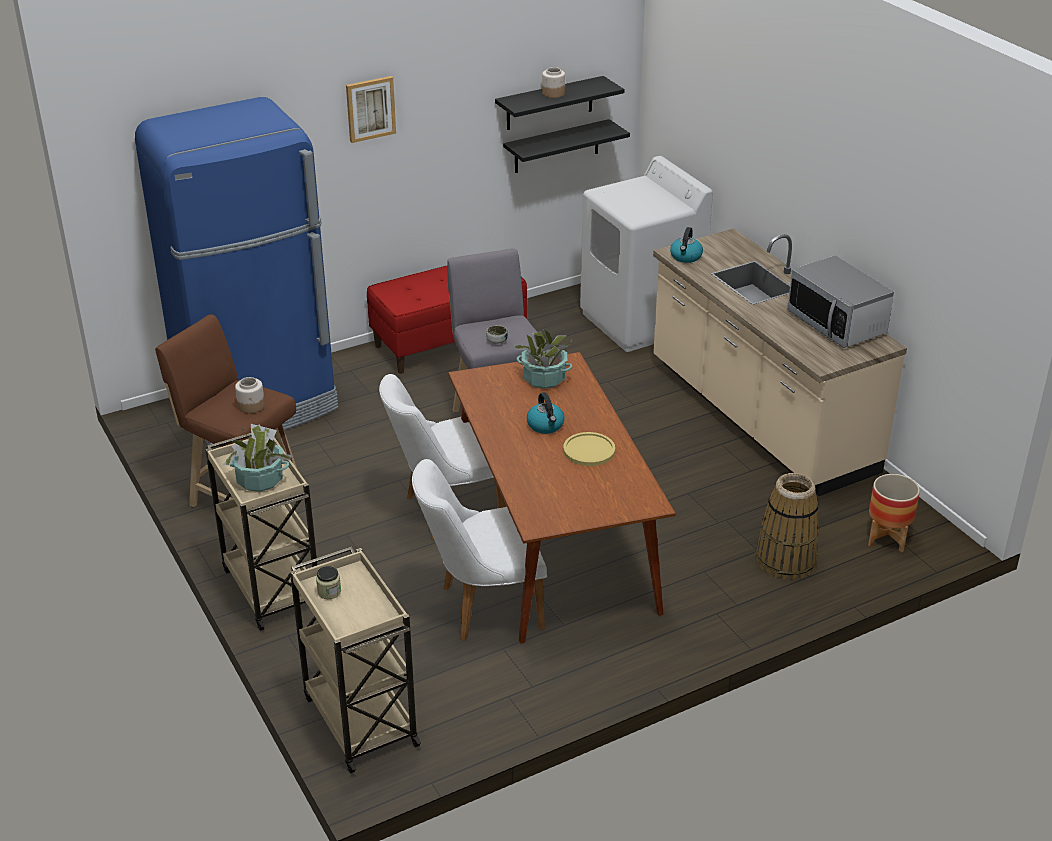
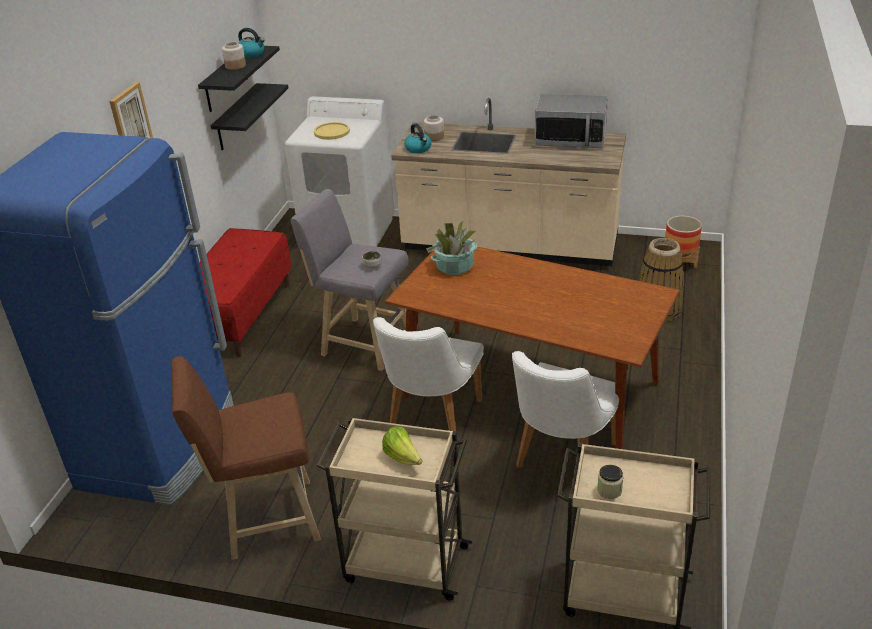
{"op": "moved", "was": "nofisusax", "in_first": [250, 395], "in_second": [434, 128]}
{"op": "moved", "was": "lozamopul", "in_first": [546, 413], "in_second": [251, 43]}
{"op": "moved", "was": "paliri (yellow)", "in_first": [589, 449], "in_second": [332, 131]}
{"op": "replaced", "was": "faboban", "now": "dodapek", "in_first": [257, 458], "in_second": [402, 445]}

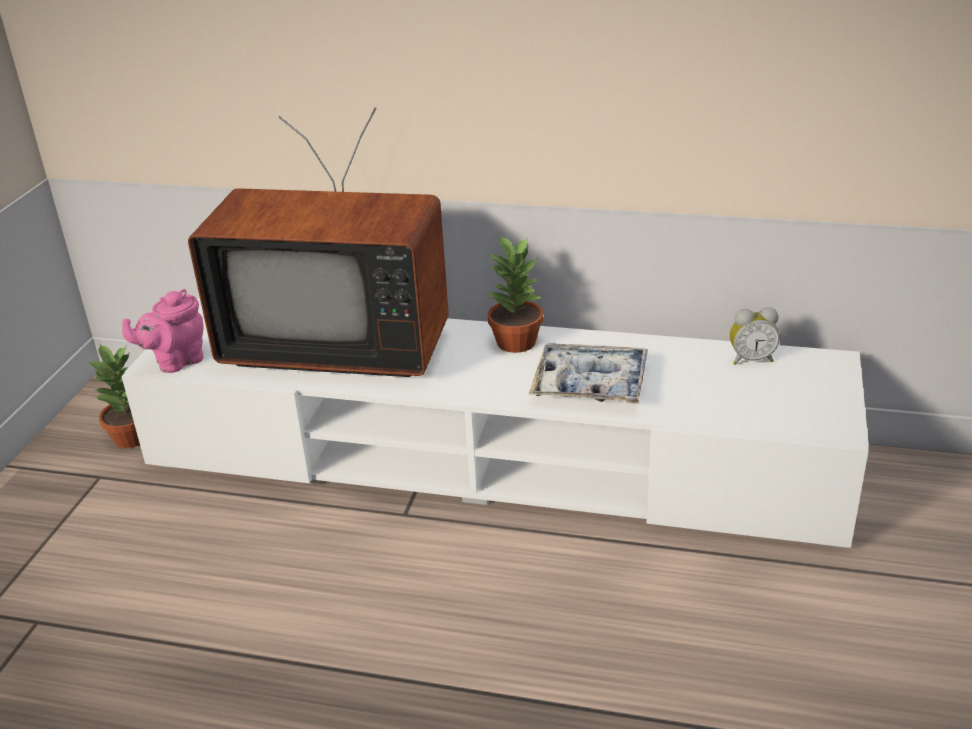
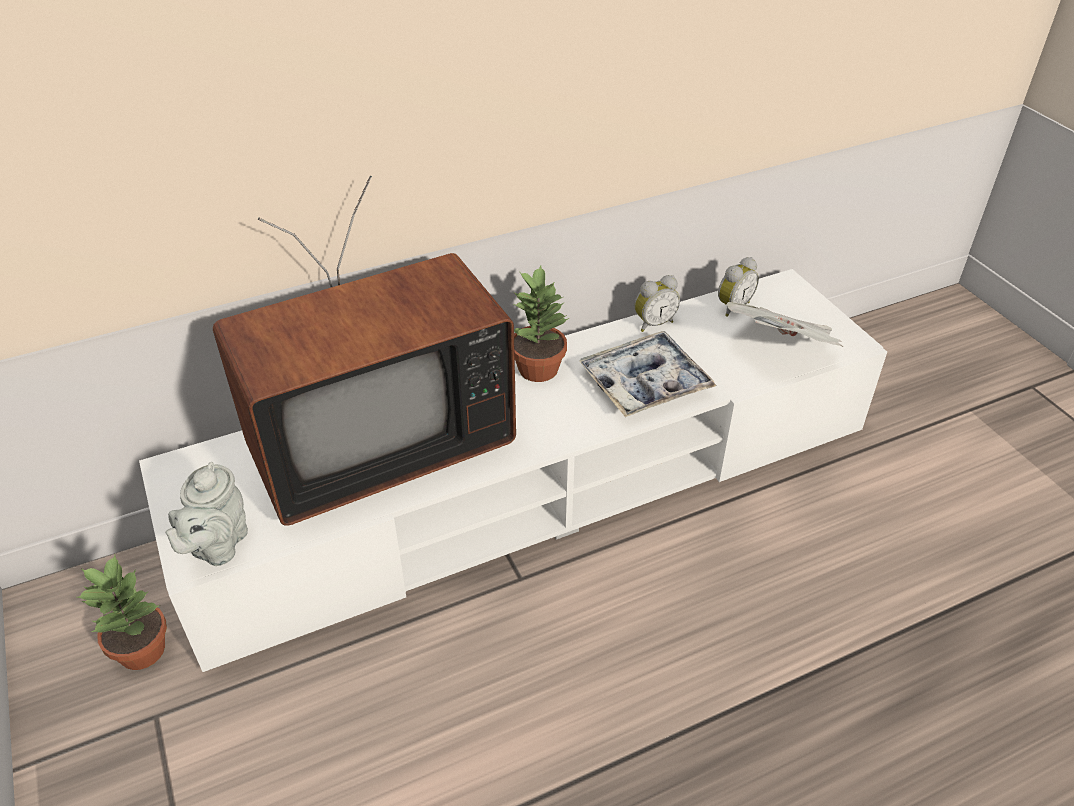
{"op": "added", "now": "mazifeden", "in_second": [657, 303]}
{"op": "added", "now": "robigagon", "in_second": [785, 324]}
{"op": "recoloured", "was": "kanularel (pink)", "now": "kanularel (grey)", "in_first": [163, 331], "in_second": [206, 514]}

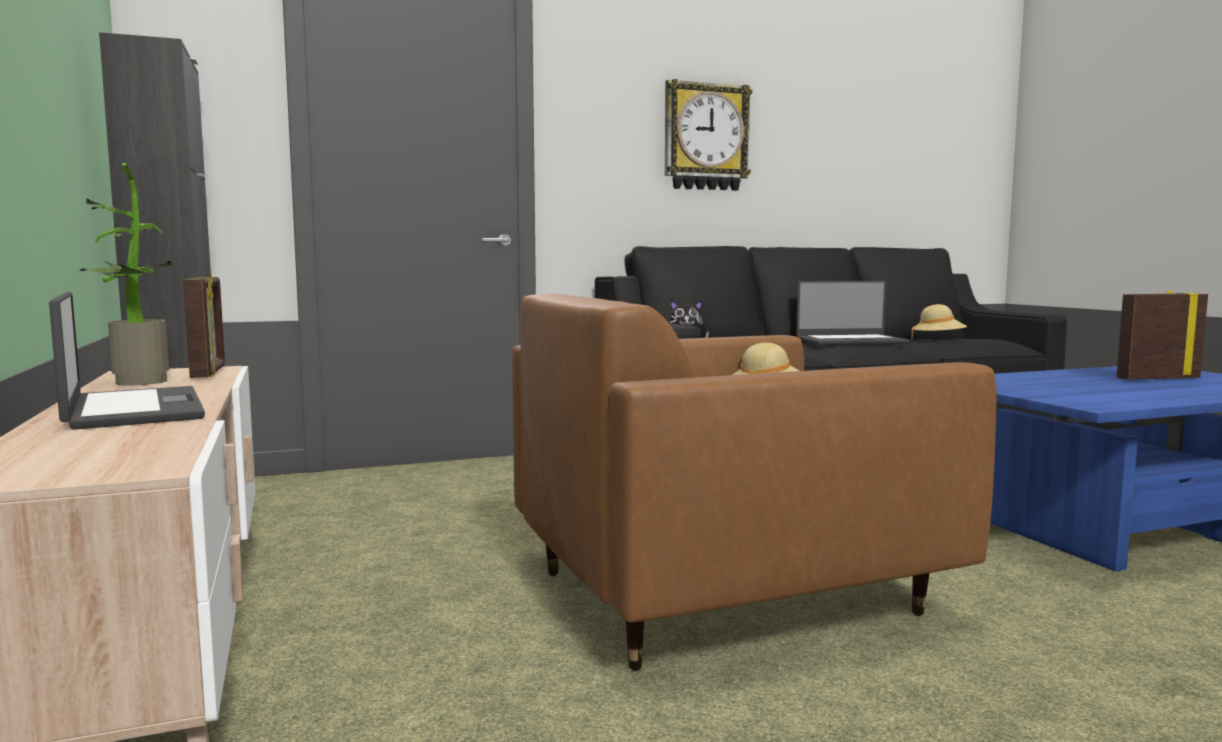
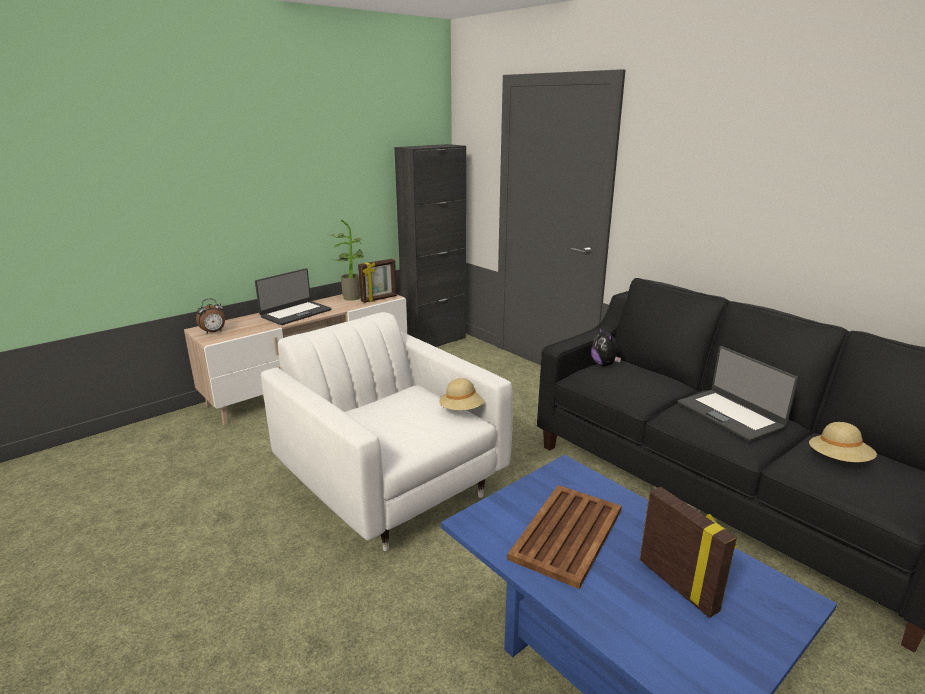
{"op": "removed", "was": "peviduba", "in_first": [708, 135]}
{"op": "added", "now": "mazifeden", "in_second": [210, 316]}
{"op": "added", "now": "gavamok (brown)", "in_second": [564, 537]}
{"op": "recoloured", "was": "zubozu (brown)", "now": "zubozu (white)", "in_first": [754, 482], "in_second": [387, 431]}

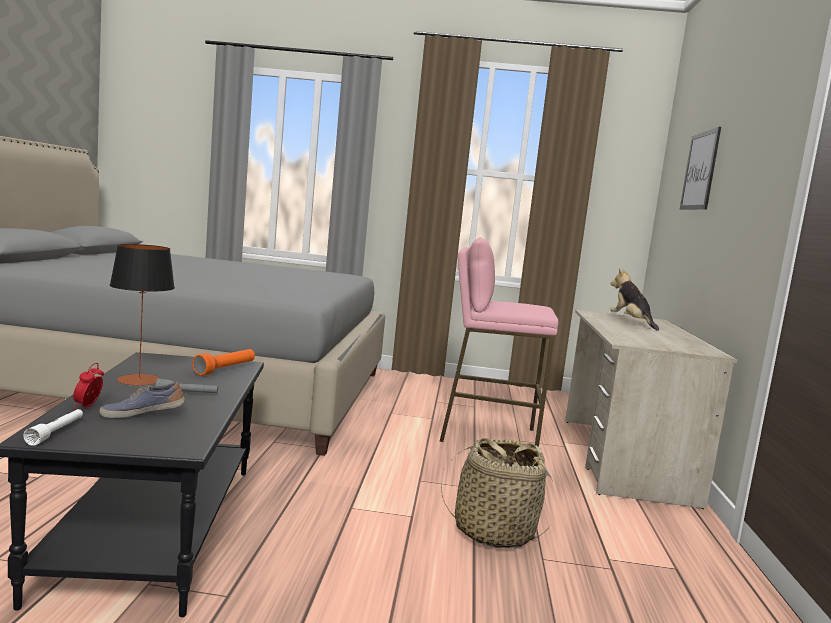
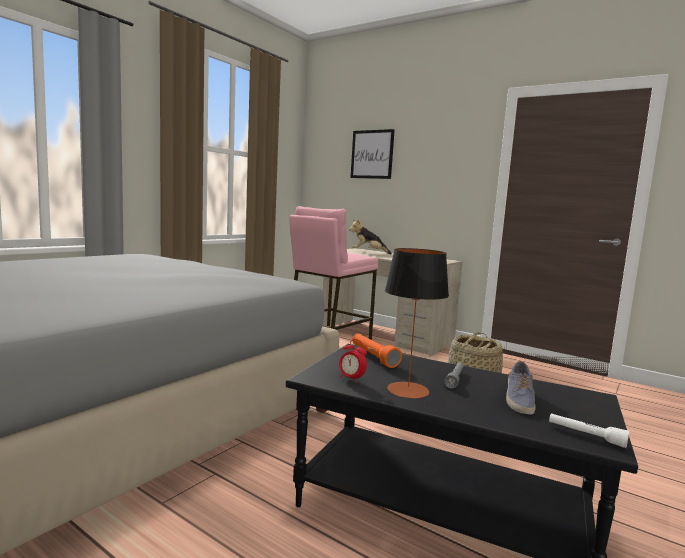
{"op": "moved", "was": "mazifeden", "in_first": [88, 386], "in_second": [353, 361]}

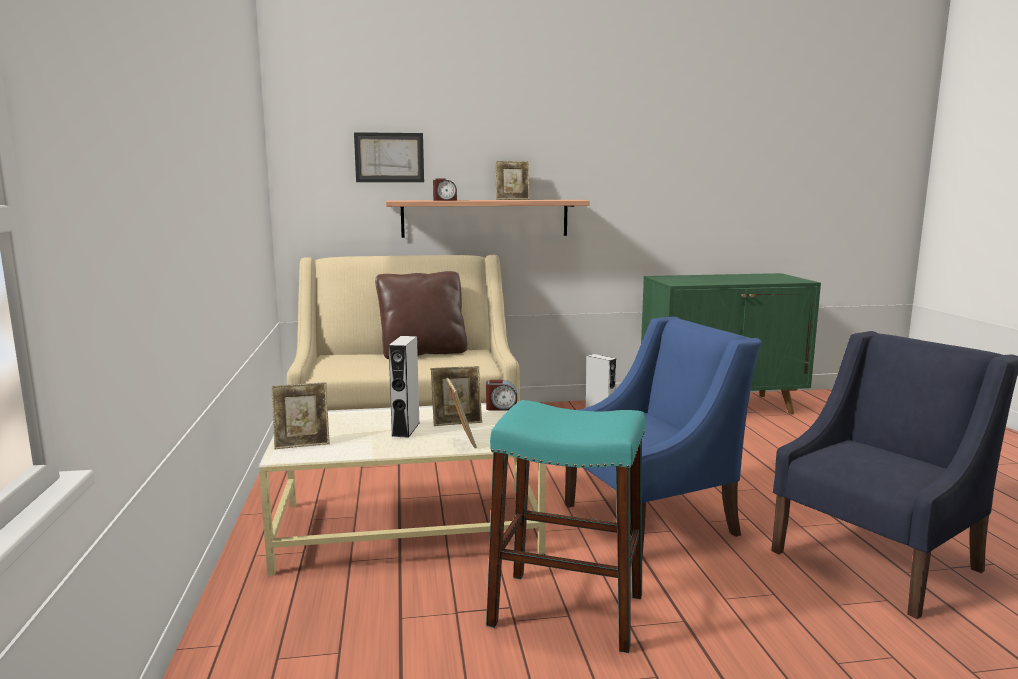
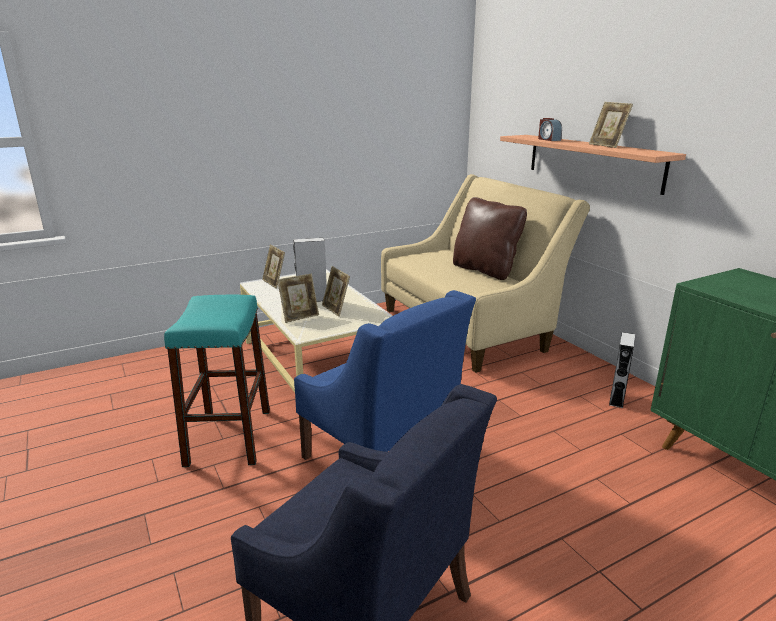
{"op": "removed", "was": "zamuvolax", "in_first": [389, 157]}
{"op": "removed", "was": "mazifeden", "in_first": [501, 395]}

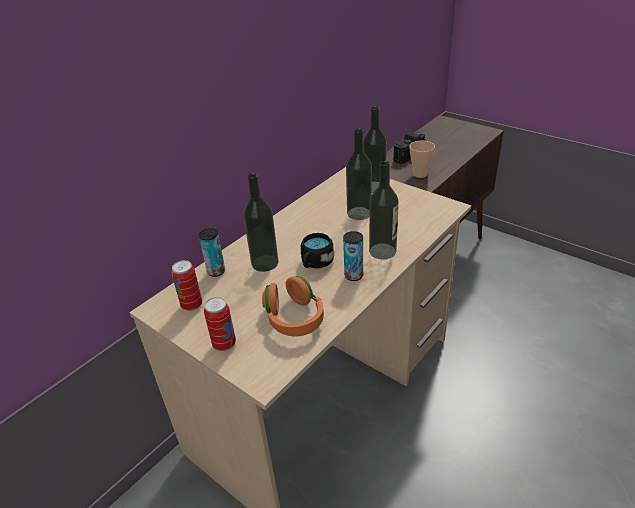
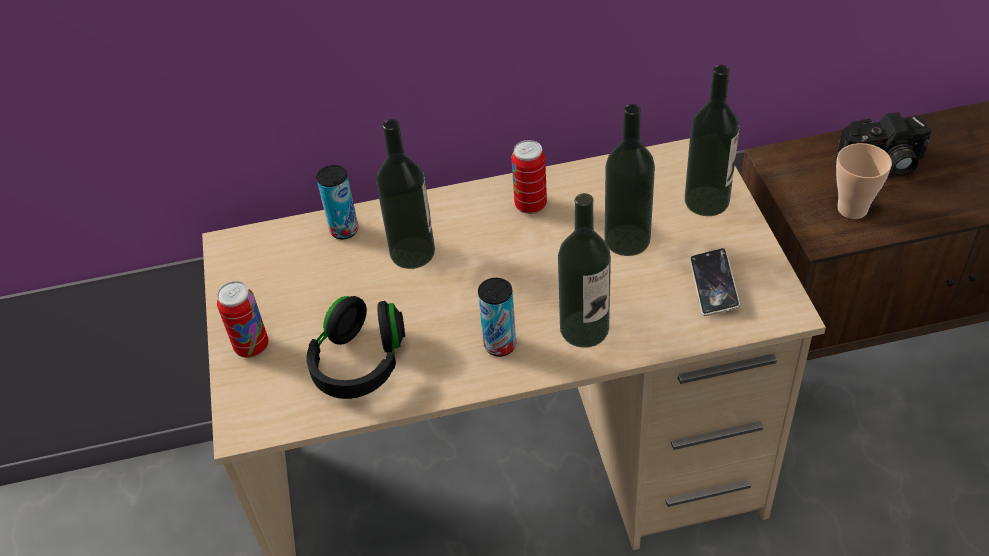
{"op": "removed", "was": "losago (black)", "in_first": [317, 250]}
{"op": "added", "now": "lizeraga", "in_second": [715, 282]}
{"op": "moved", "was": "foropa", "in_first": [187, 285], "in_second": [529, 177]}
{"op": "recoloured", "was": "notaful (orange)", "now": "notaful (black)", "in_first": [293, 306], "in_second": [355, 347]}

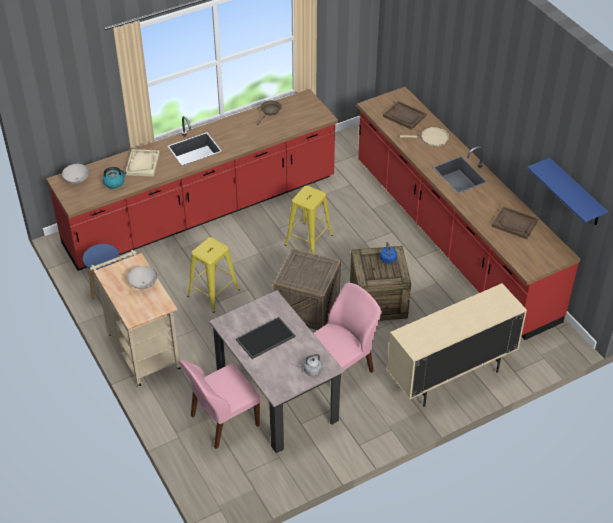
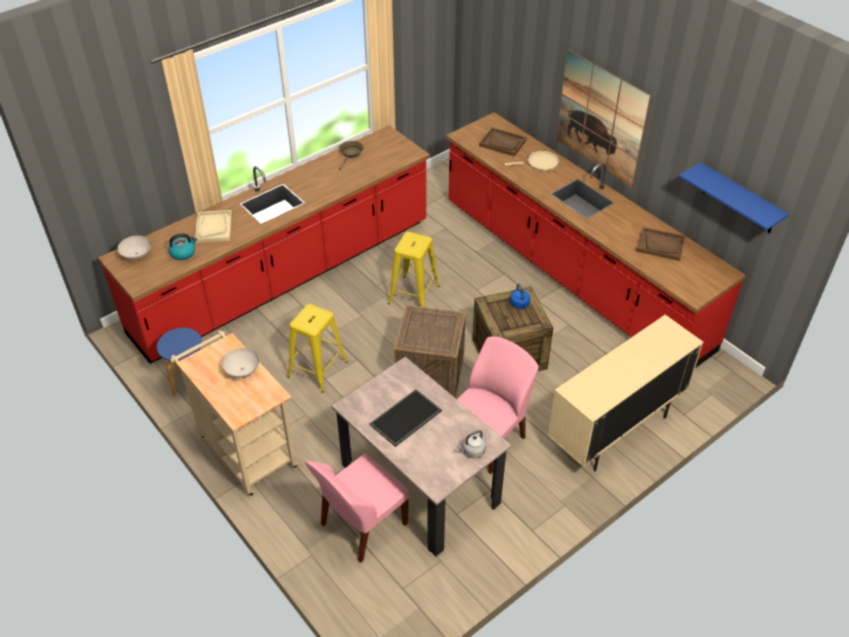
{"op": "added", "now": "zamuvolax", "in_second": [603, 118]}

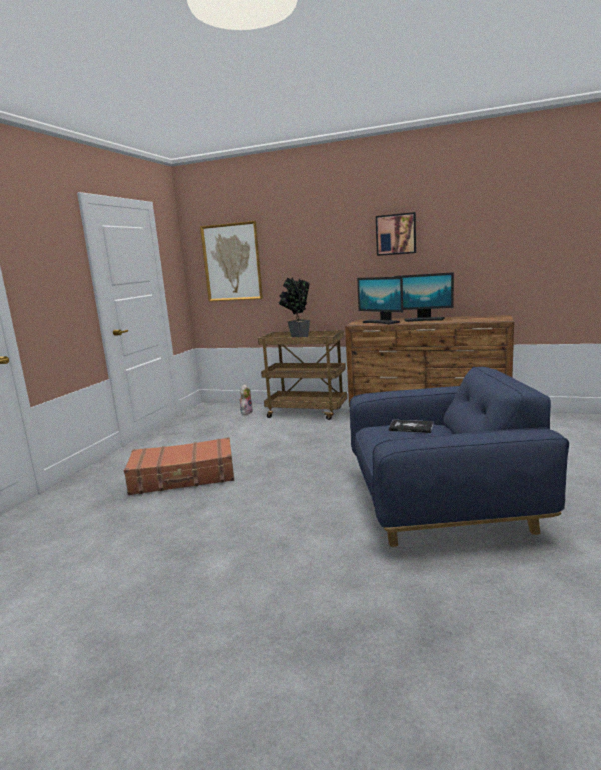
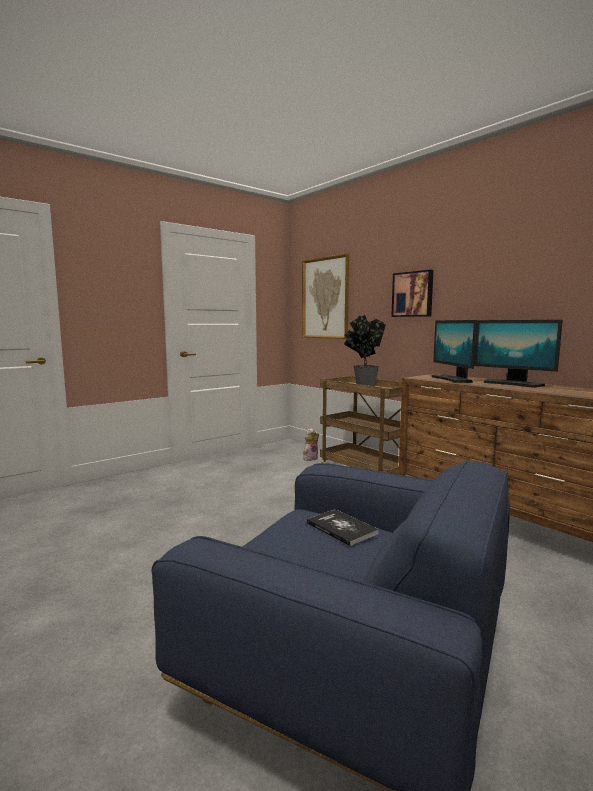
{"op": "removed", "was": "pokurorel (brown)", "in_first": [179, 466]}
{"op": "moved", "was": "zamuvolax", "in_first": [396, 234], "in_second": [412, 293]}

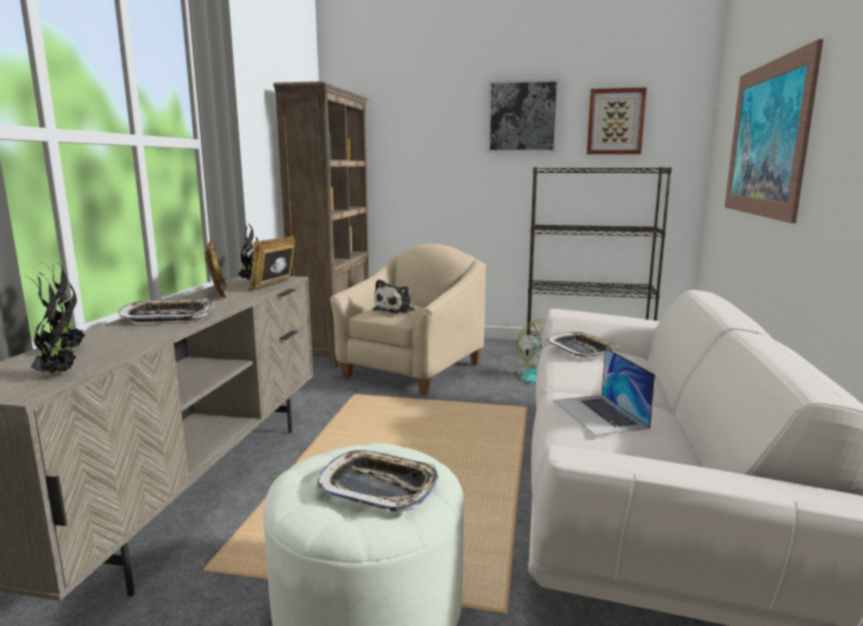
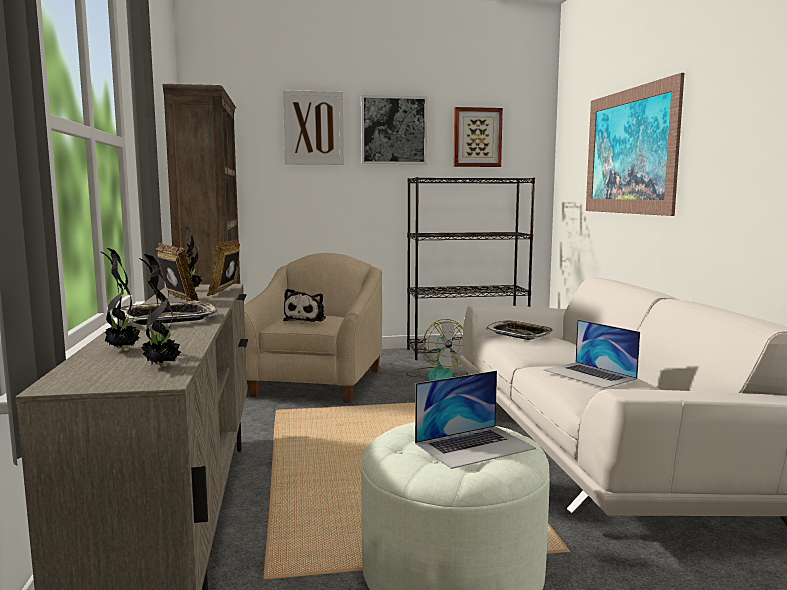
{"op": "added", "now": "zamuvolax", "in_second": [313, 127]}
{"op": "replaced", "was": "gavamok", "now": "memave", "in_first": [377, 481], "in_second": [475, 419]}

